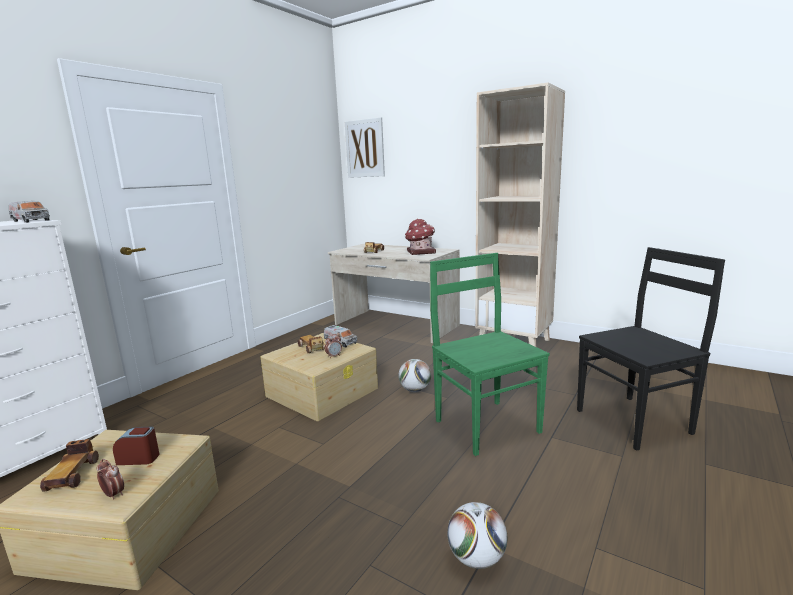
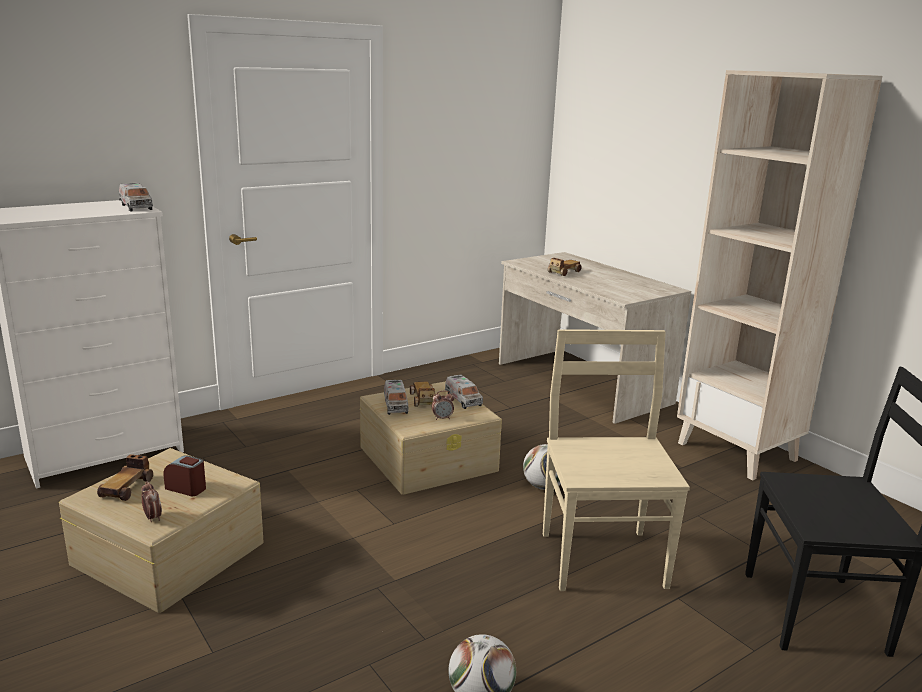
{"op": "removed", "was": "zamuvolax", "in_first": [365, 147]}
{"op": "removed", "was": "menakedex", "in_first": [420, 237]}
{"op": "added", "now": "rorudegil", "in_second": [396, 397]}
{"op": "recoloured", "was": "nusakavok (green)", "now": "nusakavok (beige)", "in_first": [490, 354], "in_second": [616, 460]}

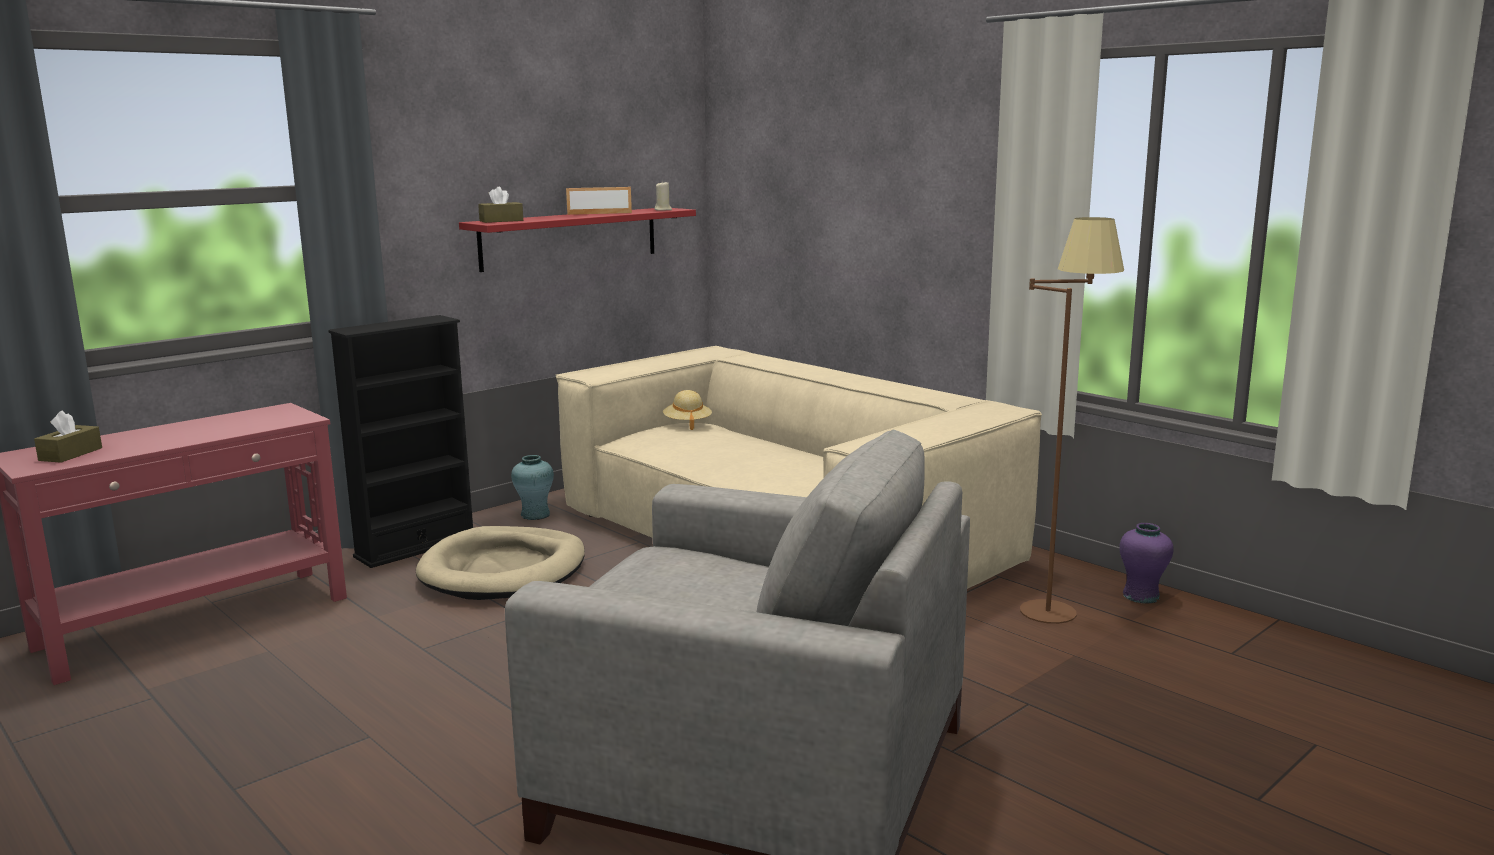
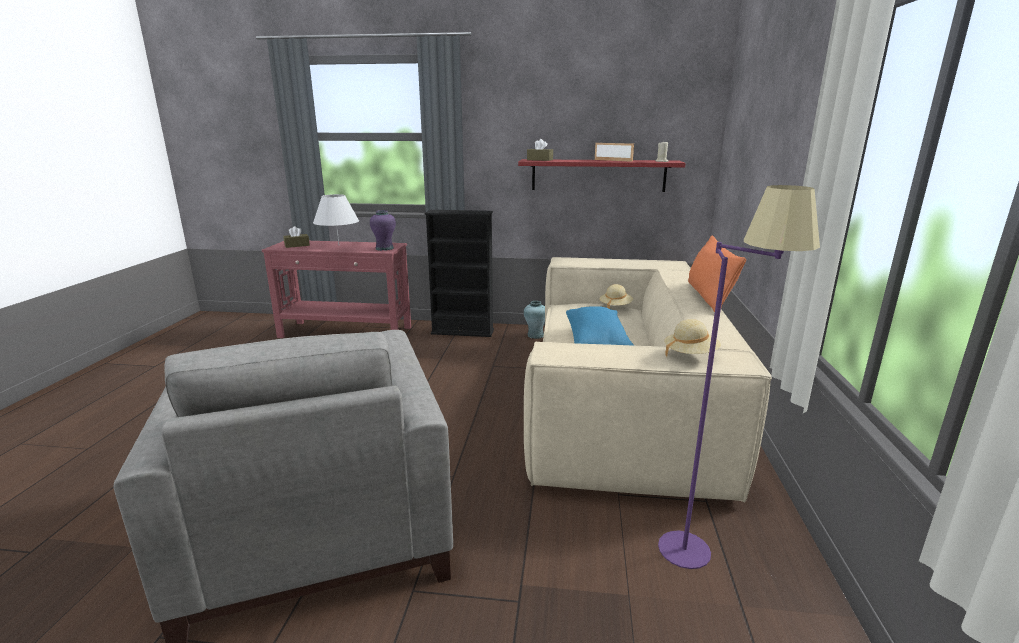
{"op": "removed", "was": "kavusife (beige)", "in_first": [500, 563]}
{"op": "added", "now": "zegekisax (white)", "in_second": [336, 219]}
{"op": "added", "now": "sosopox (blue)", "in_second": [600, 326]}
{"op": "added", "now": "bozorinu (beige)", "in_second": [692, 338]}
{"op": "added", "now": "sosopox (orange)", "in_second": [717, 274]}
{"op": "moved", "was": "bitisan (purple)", "in_first": [1146, 563], "in_second": [383, 230]}
{"op": "recoloured", "was": "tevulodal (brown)", "now": "tevulodal (purple)", "in_first": [1072, 420], "in_second": [739, 377]}

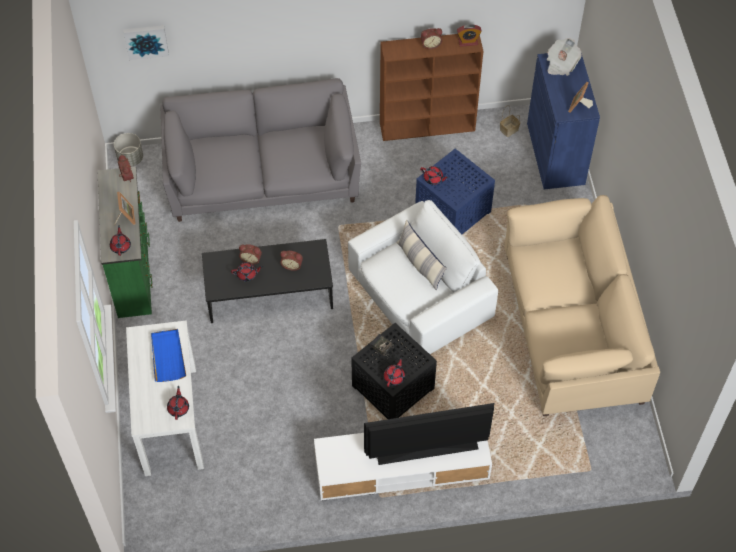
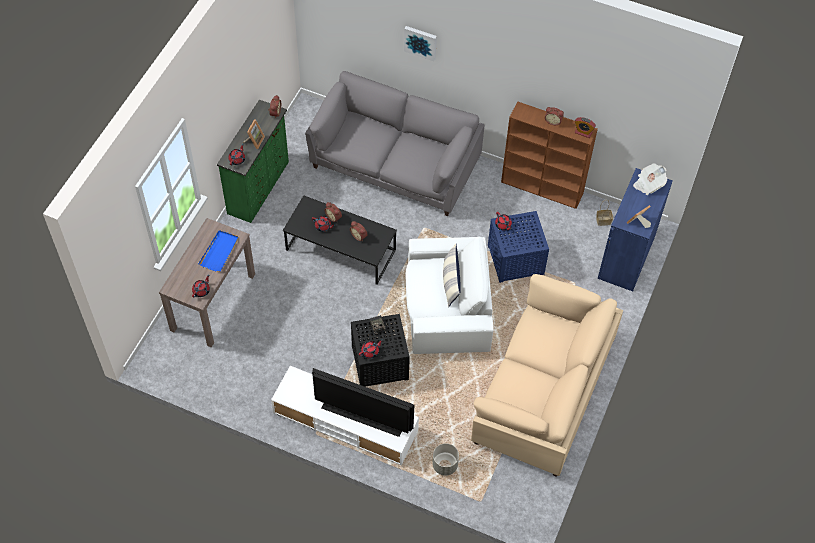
{"op": "moved", "was": "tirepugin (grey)", "in_first": [128, 150], "in_second": [445, 459]}
{"op": "moved", "was": "zamuvolax", "in_first": [146, 42], "in_second": [420, 43]}
{"op": "recoloured", "was": "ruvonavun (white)", "now": "ruvonavun (brown)", "in_first": [165, 398], "in_second": [207, 283]}

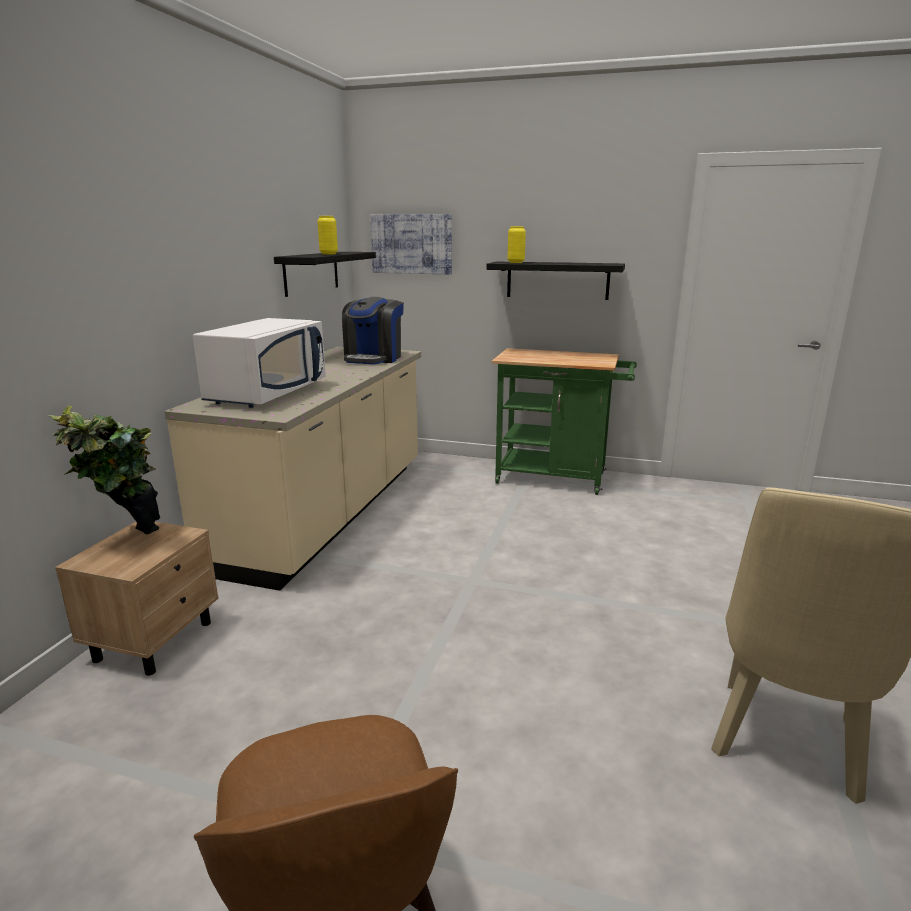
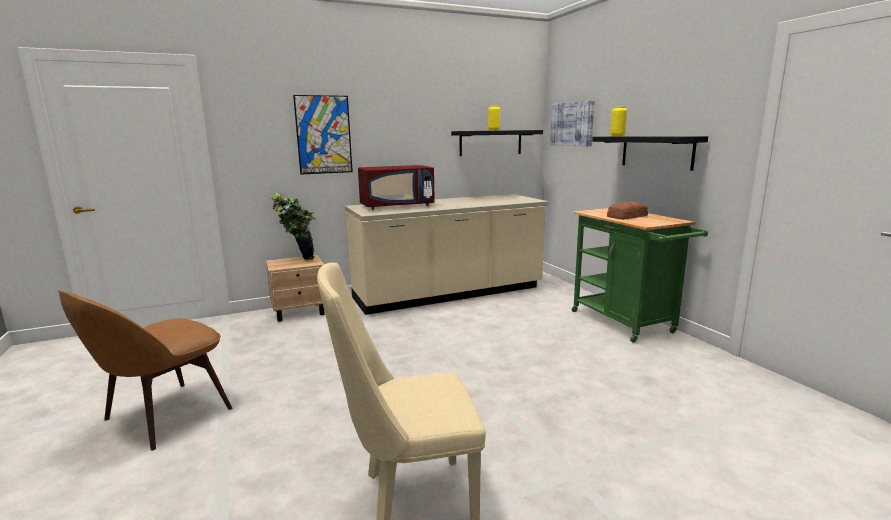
{"op": "removed", "was": "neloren", "in_first": [373, 330]}
{"op": "added", "now": "zamuvolax", "in_second": [323, 134]}
{"op": "added", "now": "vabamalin", "in_second": [627, 211]}
{"op": "recoloured", "was": "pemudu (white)", "now": "pemudu (red)", "in_first": [259, 363], "in_second": [396, 187]}

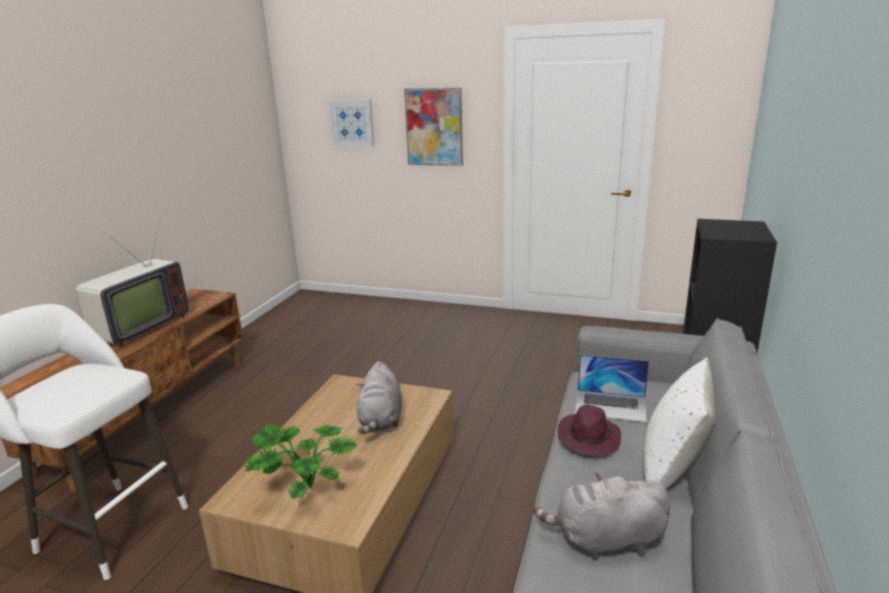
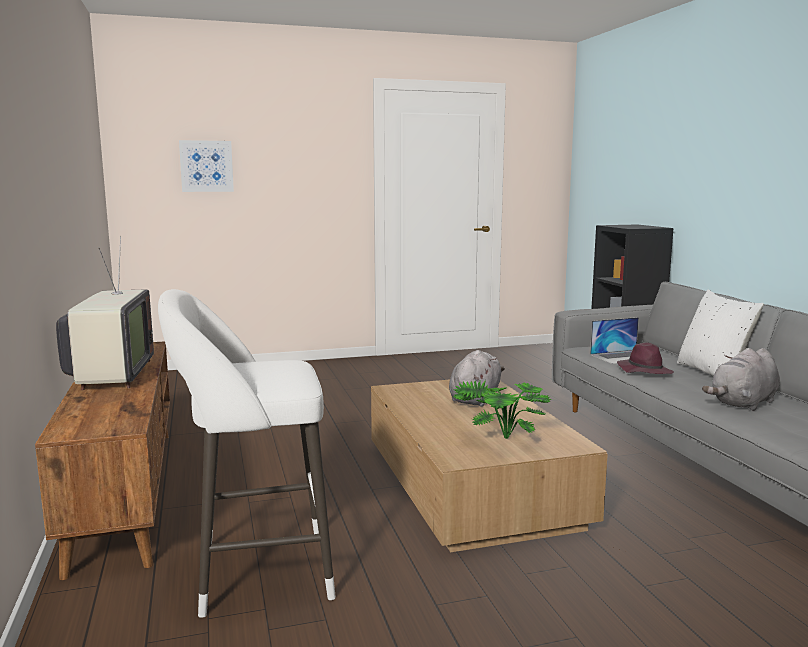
{"op": "removed", "was": "zamuvolax", "in_first": [433, 126]}
{"op": "turned", "was": "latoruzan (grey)", "in_first": [379, 397], "in_second": [477, 378], "clockwise": -120}

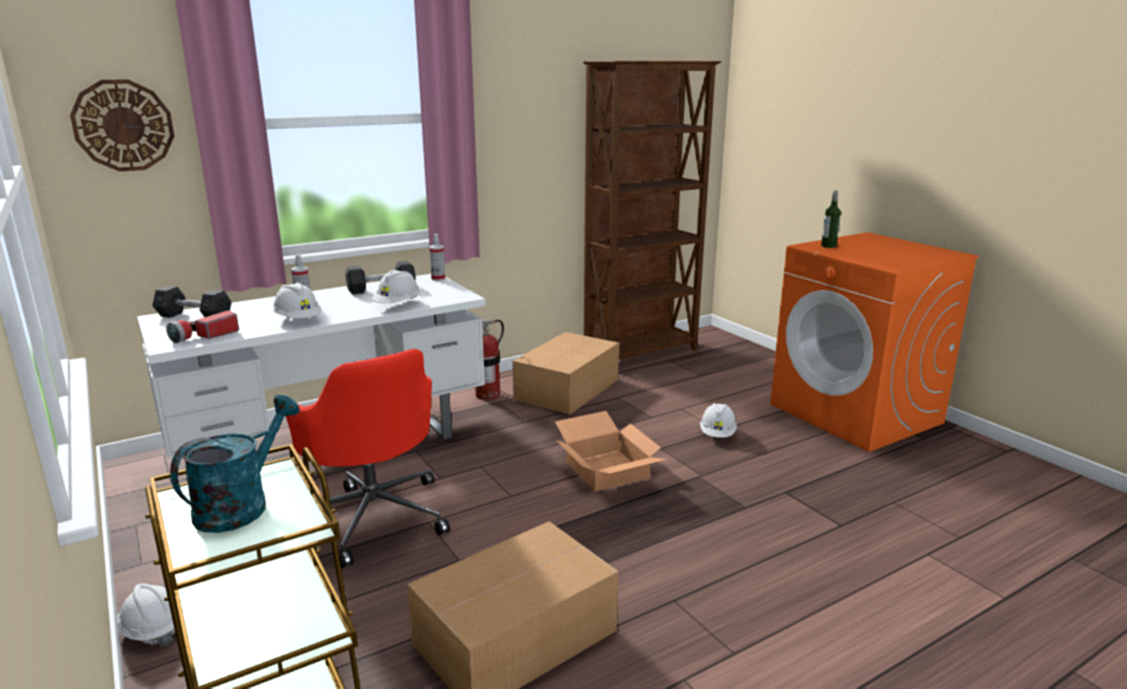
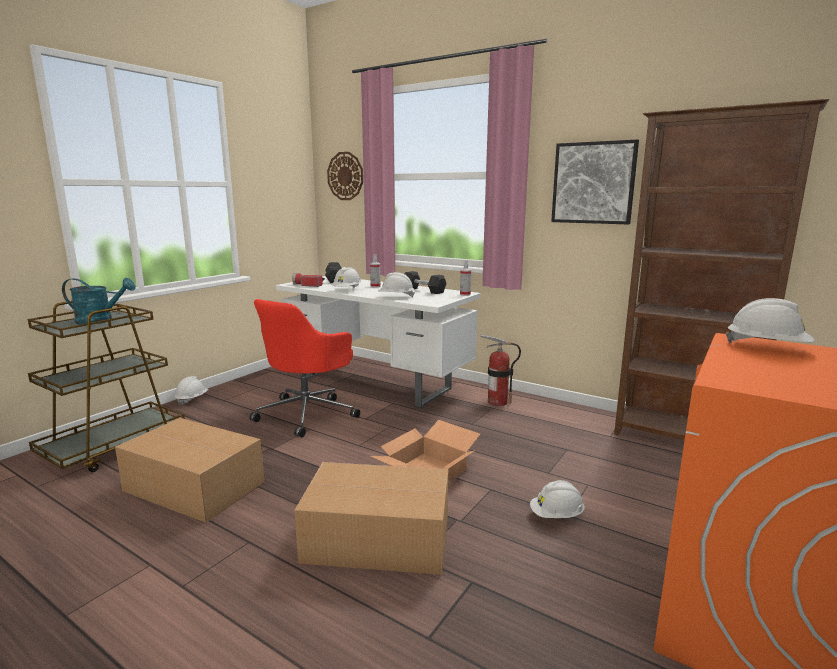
{"op": "added", "now": "zamuvolax", "in_second": [595, 182]}
{"op": "moved", "was": "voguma", "in_first": [566, 373], "in_second": [371, 518]}
{"op": "replaced", "was": "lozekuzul", "now": "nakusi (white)", "in_first": [831, 219], "in_second": [770, 320]}

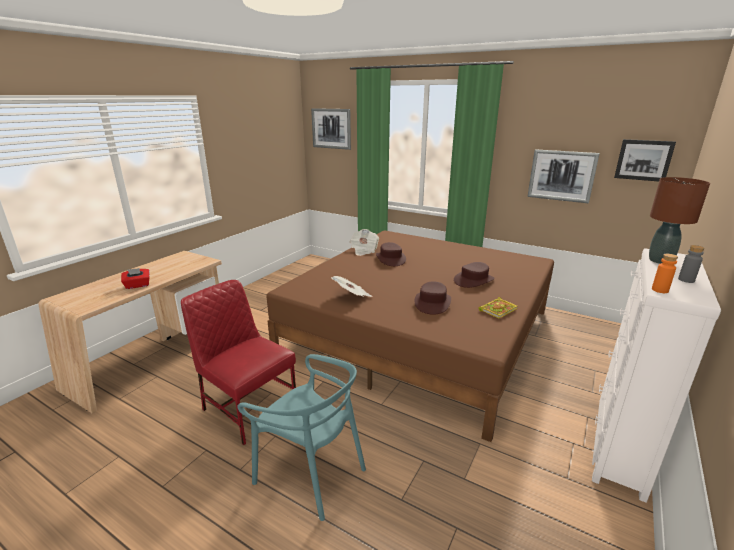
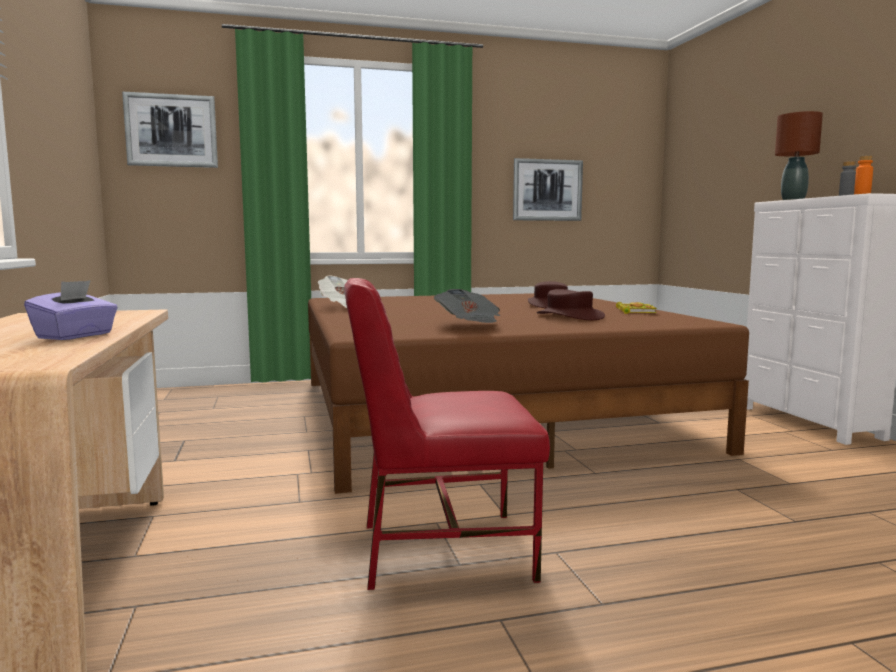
{"op": "removed", "was": "nusakavok (turquoise)", "in_first": [301, 437]}
{"op": "removed", "was": "bozorinu (brown)", "in_first": [391, 254]}
{"op": "removed", "was": "zamuvolax", "in_first": [645, 160]}
{"op": "recoloured", "was": "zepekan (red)", "now": "zepekan (purple)", "in_first": [135, 278], "in_second": [71, 310]}

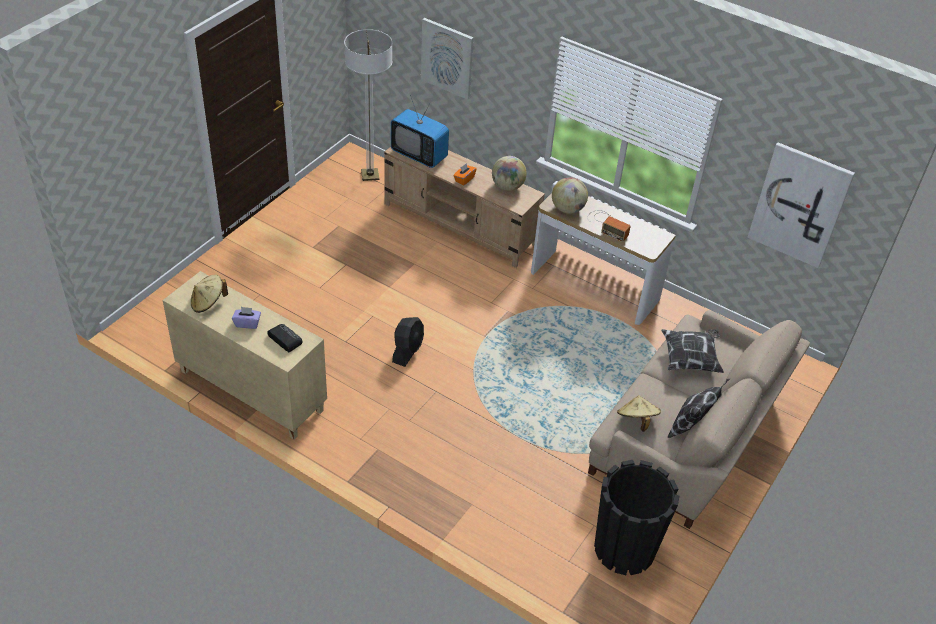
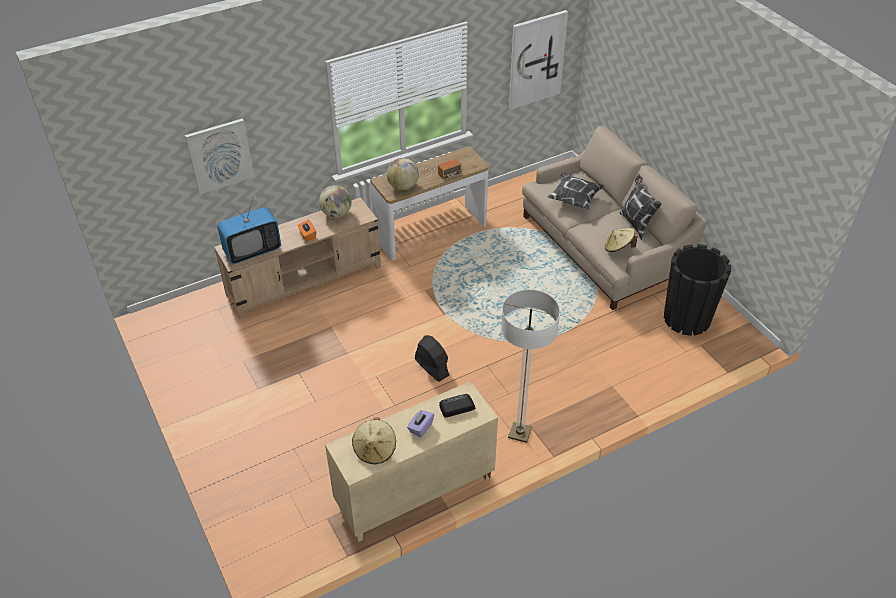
{"op": "moved", "was": "tevulodal", "in_first": [368, 105], "in_second": [530, 366]}

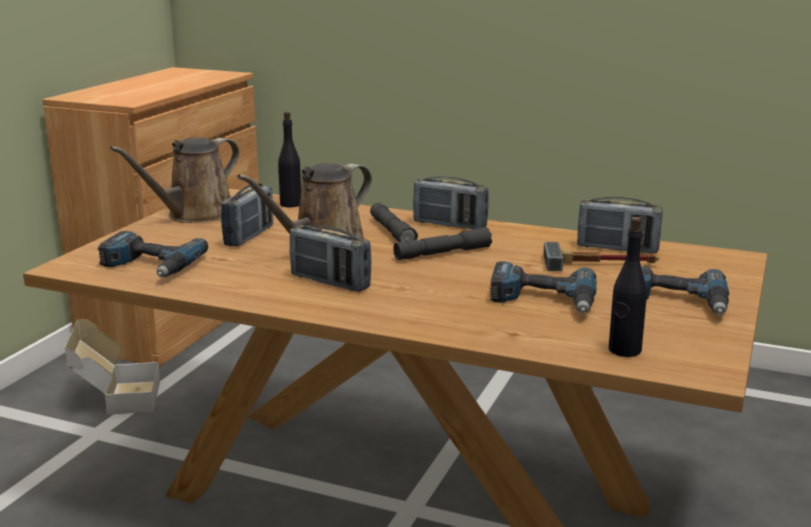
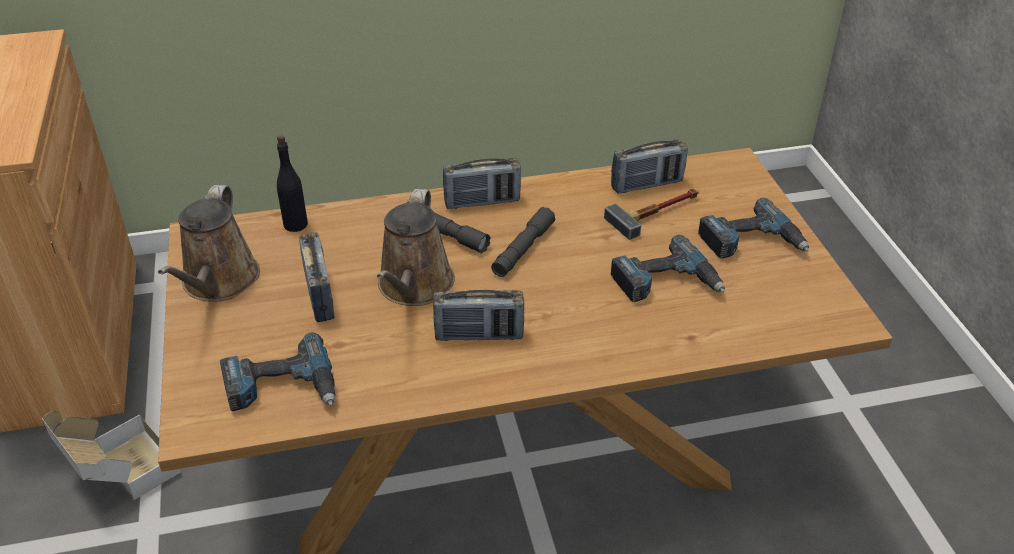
{"op": "removed", "was": "lozekuzul (black)", "in_first": [628, 287]}

